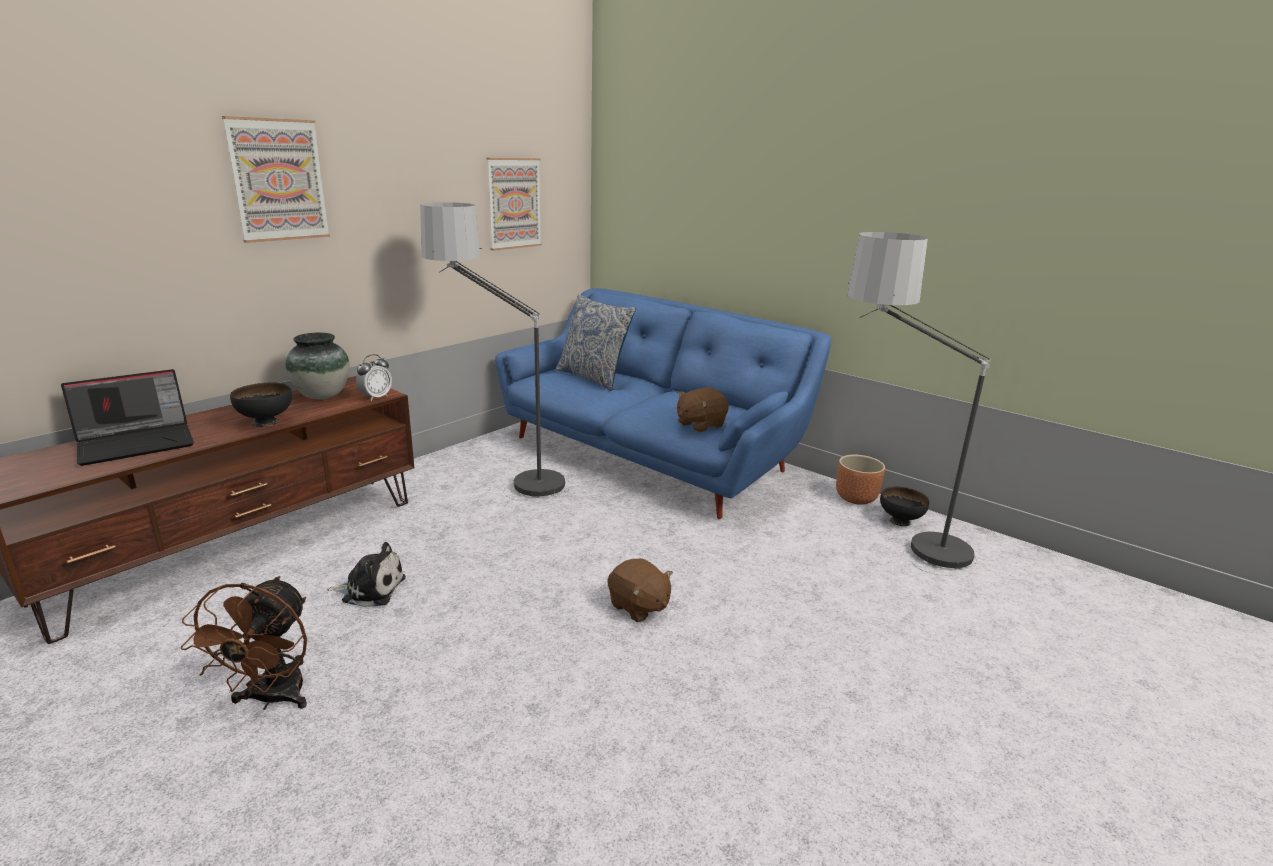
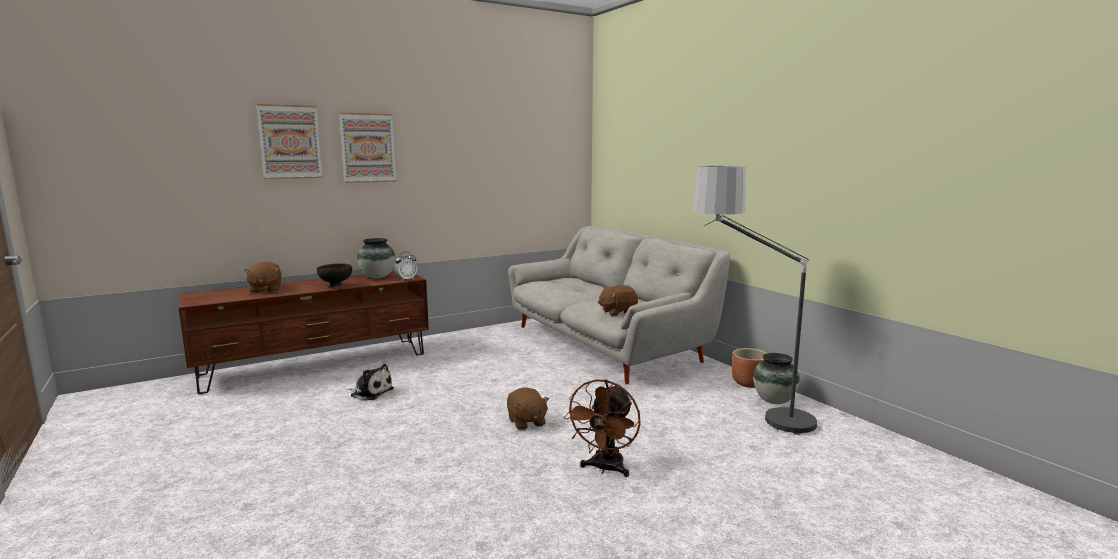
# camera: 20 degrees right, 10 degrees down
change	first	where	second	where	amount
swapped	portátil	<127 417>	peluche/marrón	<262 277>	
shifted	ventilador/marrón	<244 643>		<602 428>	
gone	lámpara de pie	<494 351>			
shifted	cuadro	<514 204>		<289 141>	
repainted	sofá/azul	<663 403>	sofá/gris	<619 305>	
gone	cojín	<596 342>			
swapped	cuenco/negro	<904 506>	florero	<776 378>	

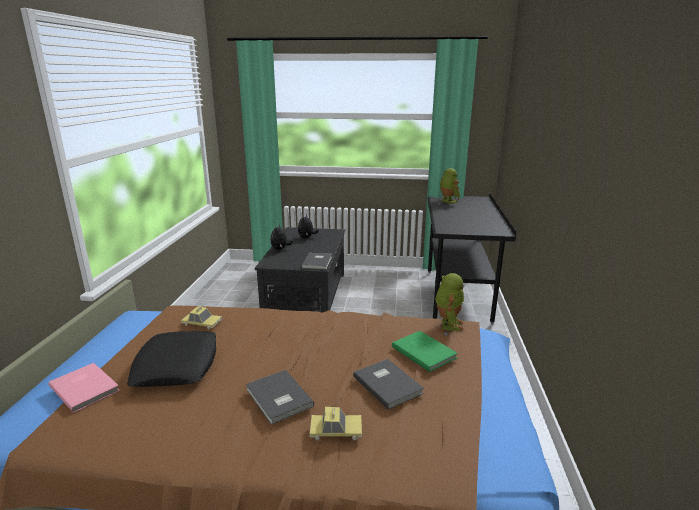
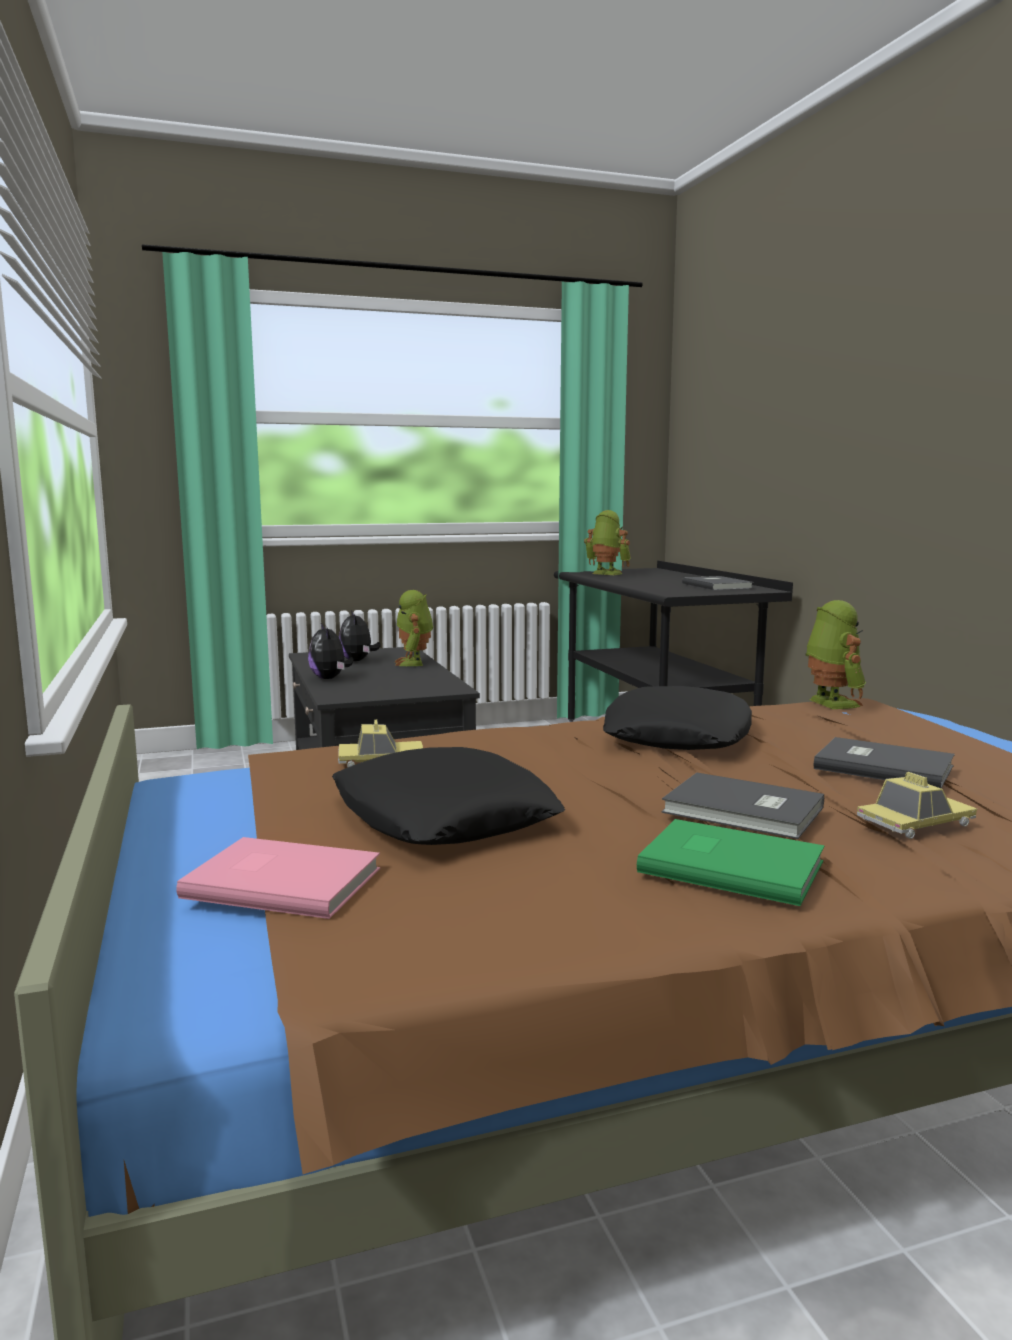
# camera: 25 degrees left, 10 degrees down
change	first	where	second	where	amount
shifted	libro/gris	<316 261>		<718 583>	
shifted	libro/verde	<425 351>		<730 862>	
new			robot de juguete	<414 628>	
new			cojín/negro	<677 718>	

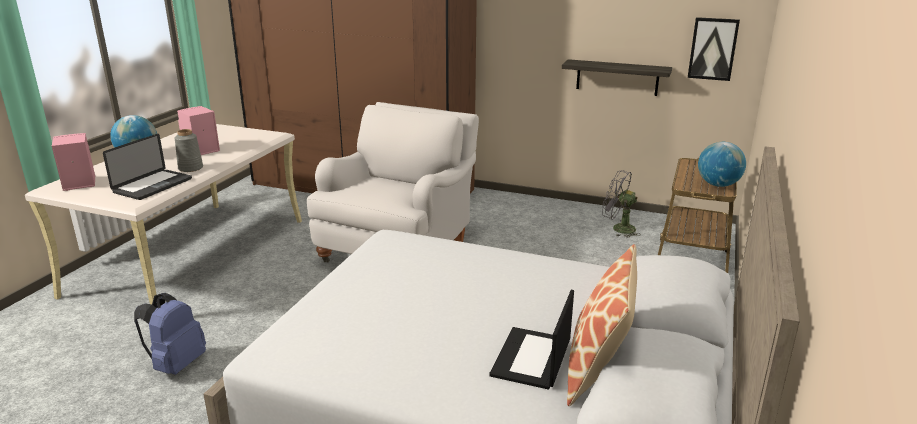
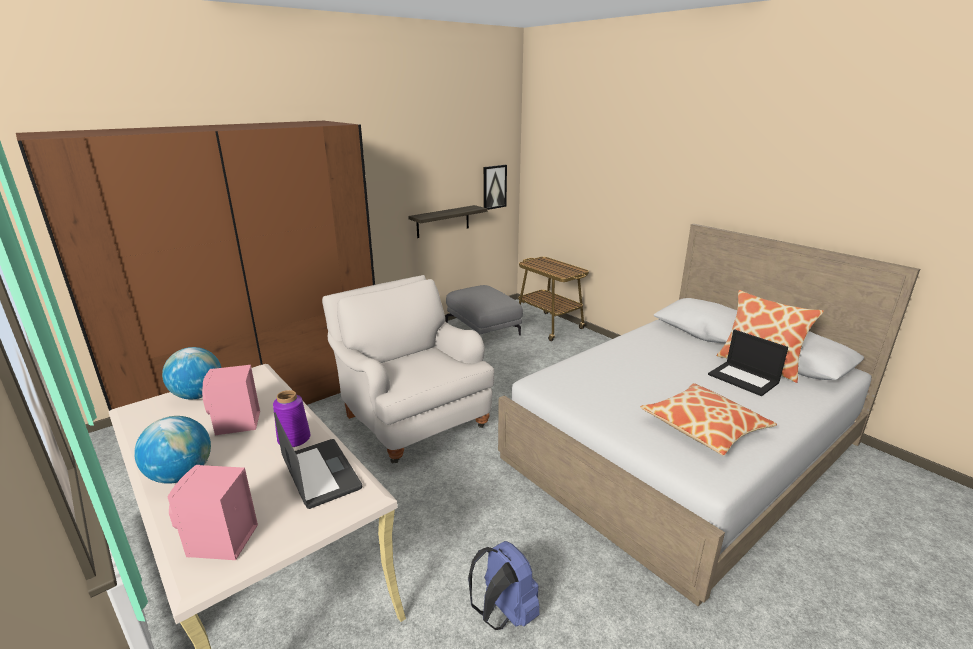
# camera: 60 degrees left, 0 degrees up
change	first	where	second	where	amount
repainted	florero/gris	<189 150>	florero/morado	<291 418>	
swapped	ventilador/gris	<621 204>	puf/gris	<484 310>	
shifted	globo terráqueo	<722 164>		<191 373>	
new			cojín	<708 419>	

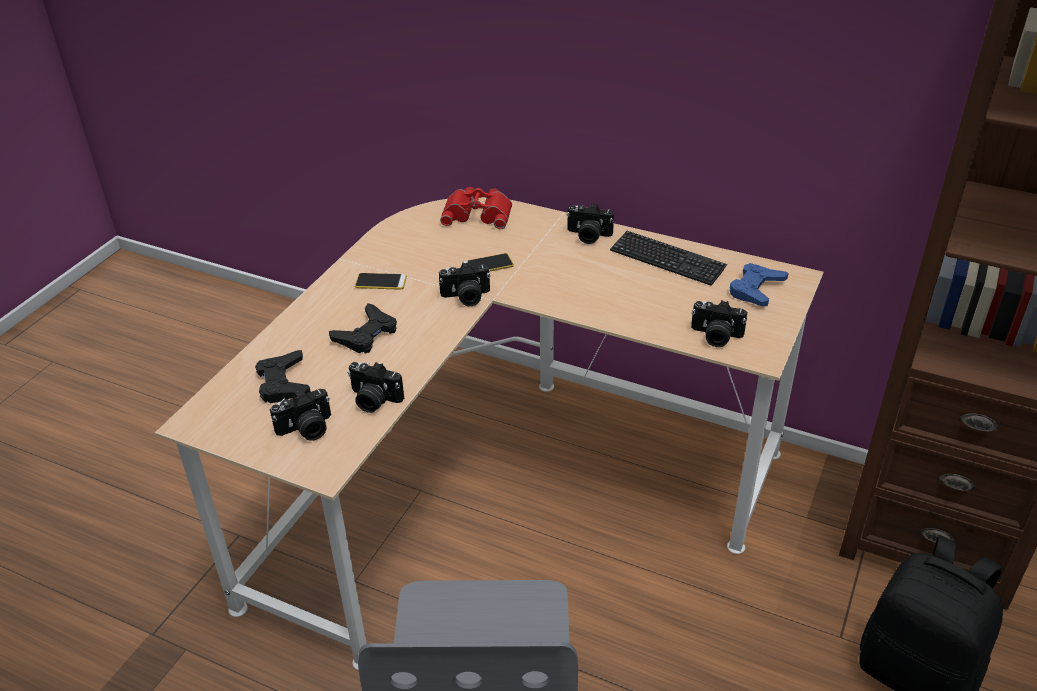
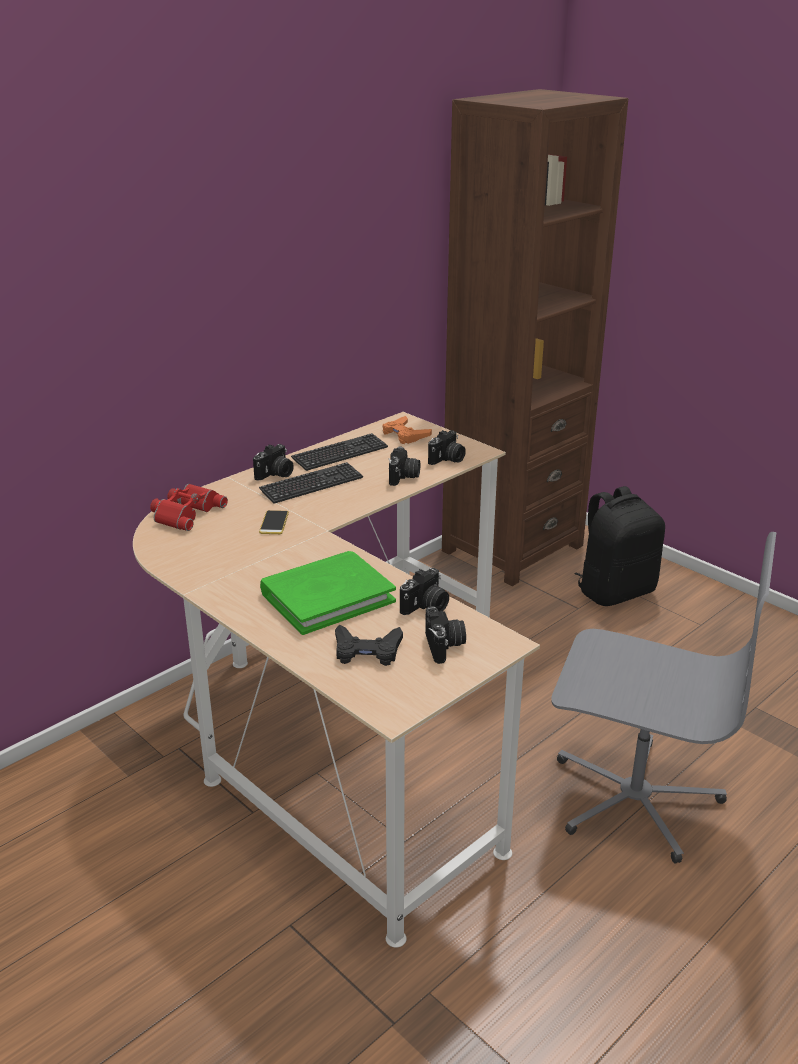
# camera: 70 degrees left, 10 degrees down
change	first	where	second	where	amount
swapped	mando de consola/negro	<363 328>	libro/verde	<328 593>	
gone	móvil	<381 281>			
shifted	cámara	<464 284>		<404 466>	
repainted	mando de consola/azul	<759 284>	mando de consola/naranja	<407 430>	
new			teclado	<311 483>	

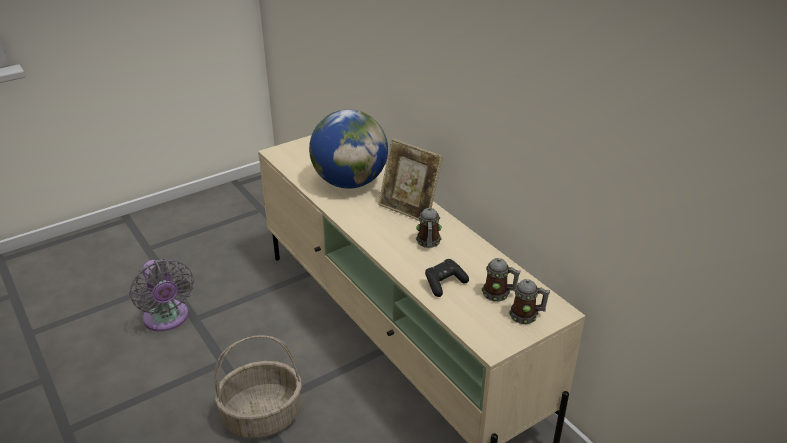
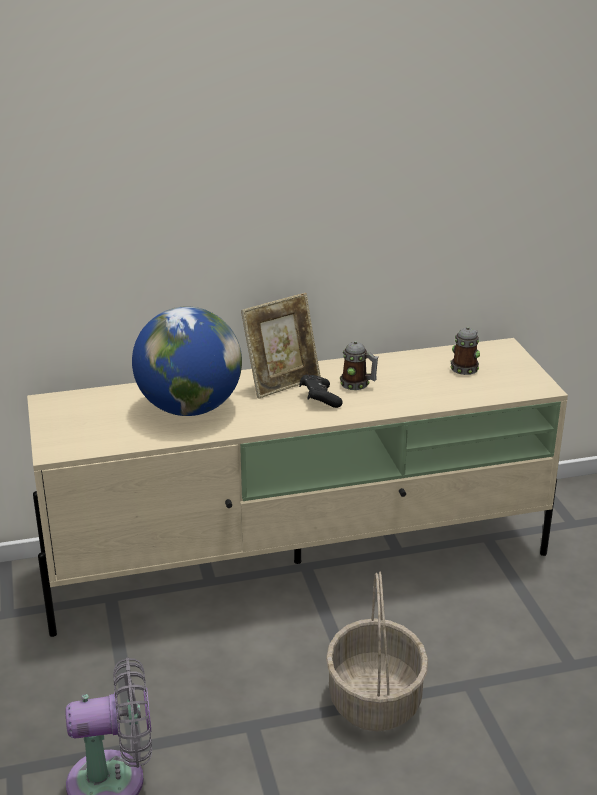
# camera: 70 degrees left, 5 degrees down
change	first	where	second	where	amount
shifted	mando de consola/negro	<447 278>		<321 391>	
gone	taza grande	<529 301>			

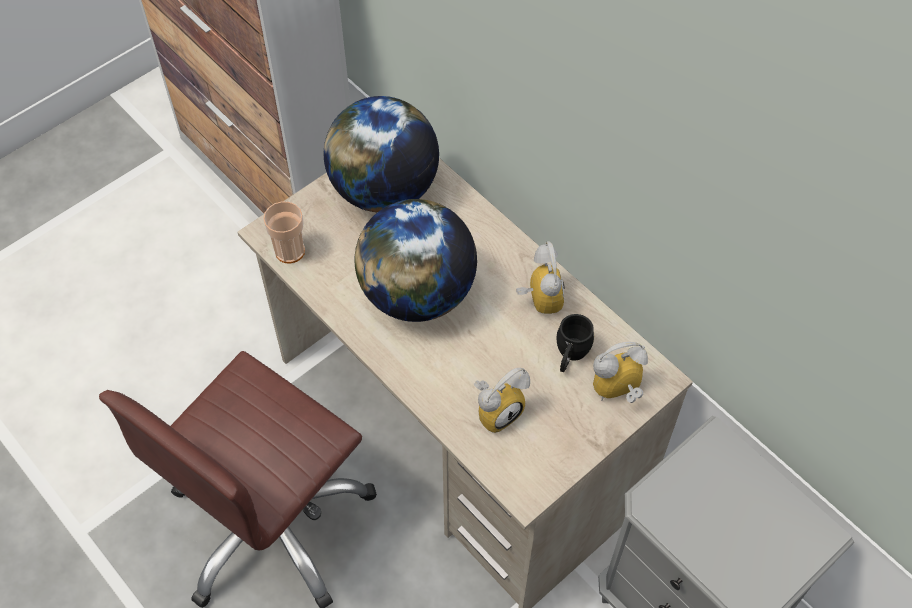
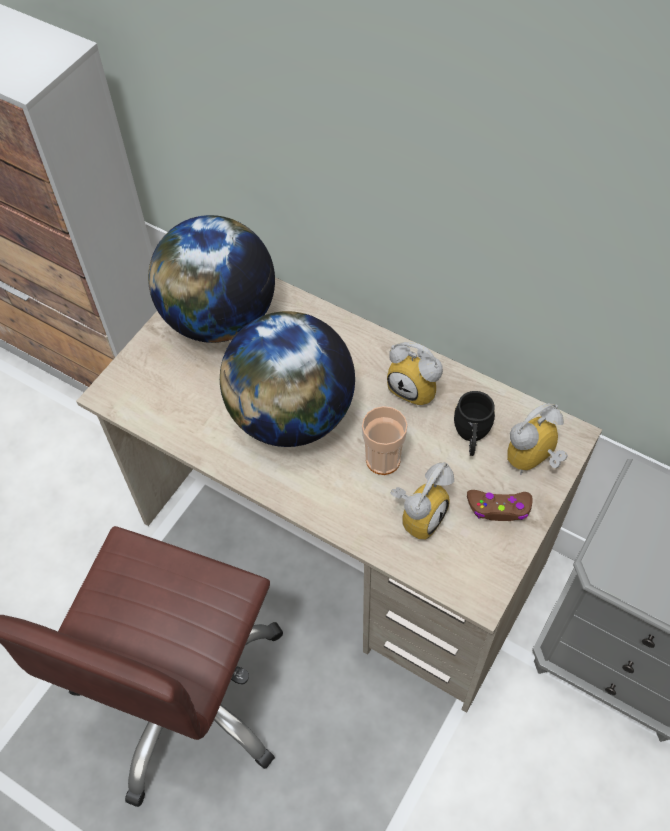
# camera: 15 degrees left, 0 degrees up
change	first	where	second	where	amount
shifted	taza	<284 232>		<385 440>	
rotated	despertador	<540 277>		<415 374>	150 degrees clockwise
new			mando de consola/marrón	<500 505>	

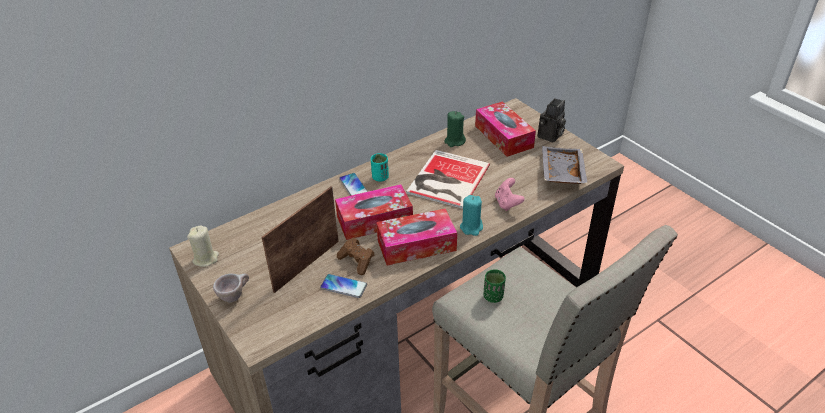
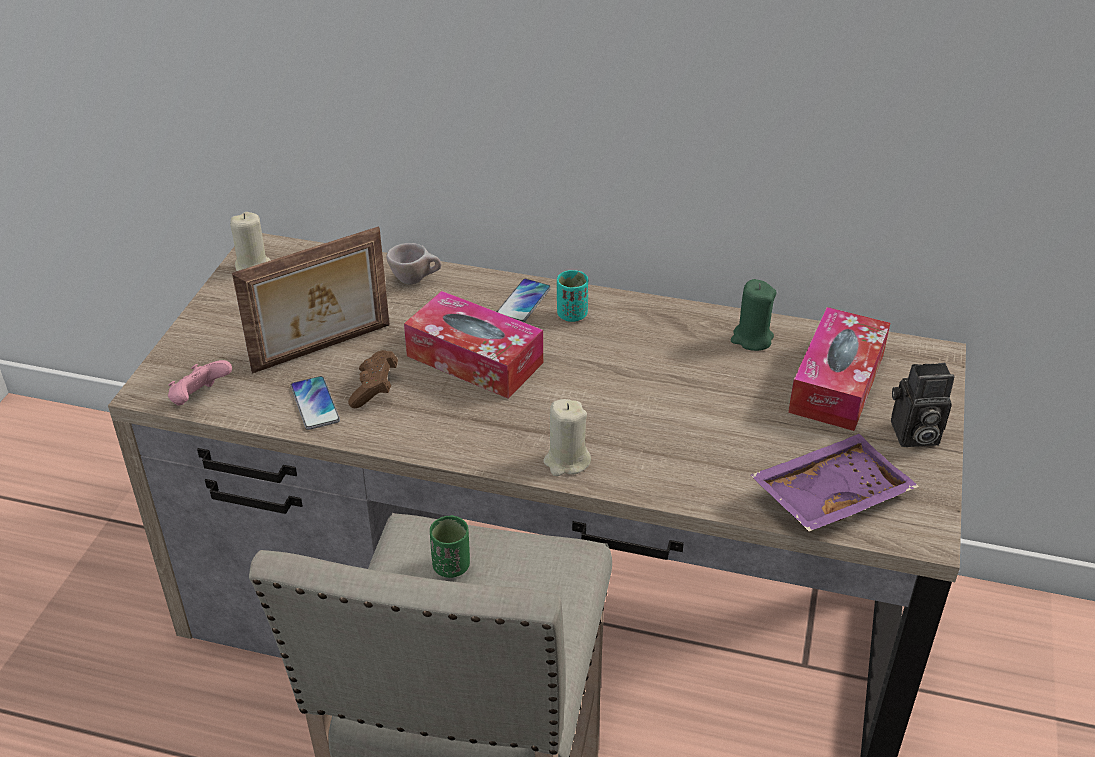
# camera: 50 degrees right, 0 degrees up
change	first	where	second	where	amount
shifted	taza/beis	<231 287>		<413 263>	
rotated	portarretratos	<300 240>		<311 300>	150 degrees clockwise
gone	caja de pañuelos	<416 237>			
gone	libro	<448 179>			
repainted	vela/turquesa	<471 215>	vela/beis	<567 437>	
shifted	mando de consola/rosa	<510 194>		<200 382>	
repainted	bandeja/gris	<565 165>	bandeja/morado	<834 482>	

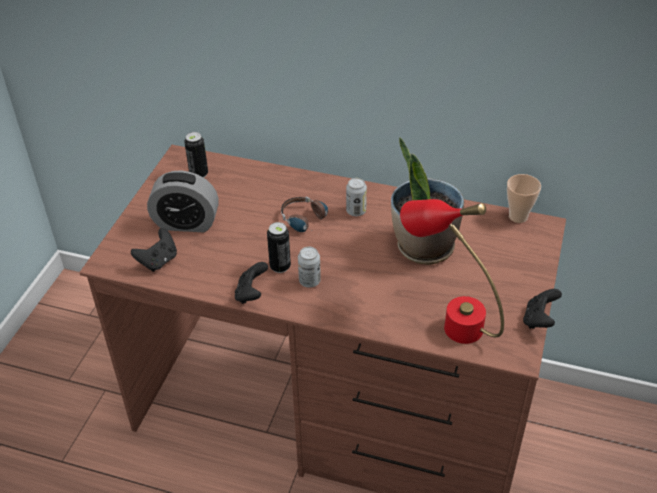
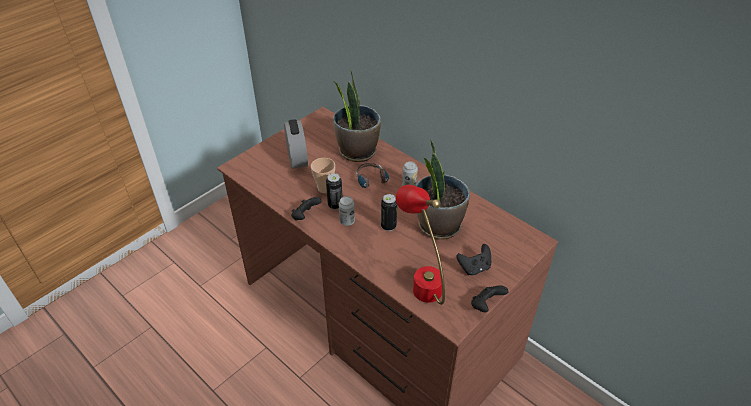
# camera: 25 degrees right, 0 degrees up
change	first	where	second	where	amount
shifted	mando de consola/negro	<154 250>		<473 259>	
rotated	despertador	<183 201>		<296 144>	135 degrees counterclockwise
shifted	lata	<196 155>		<389 212>	
shifted	taza	<524 198>		<323 175>	
new			planta en maceta	<357 116>	

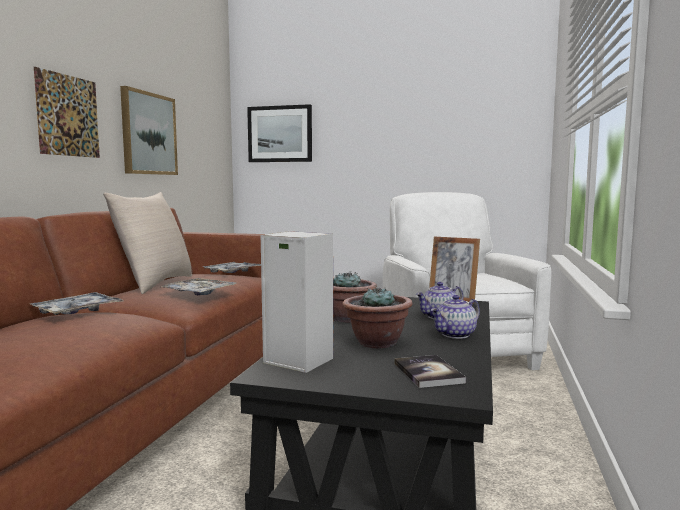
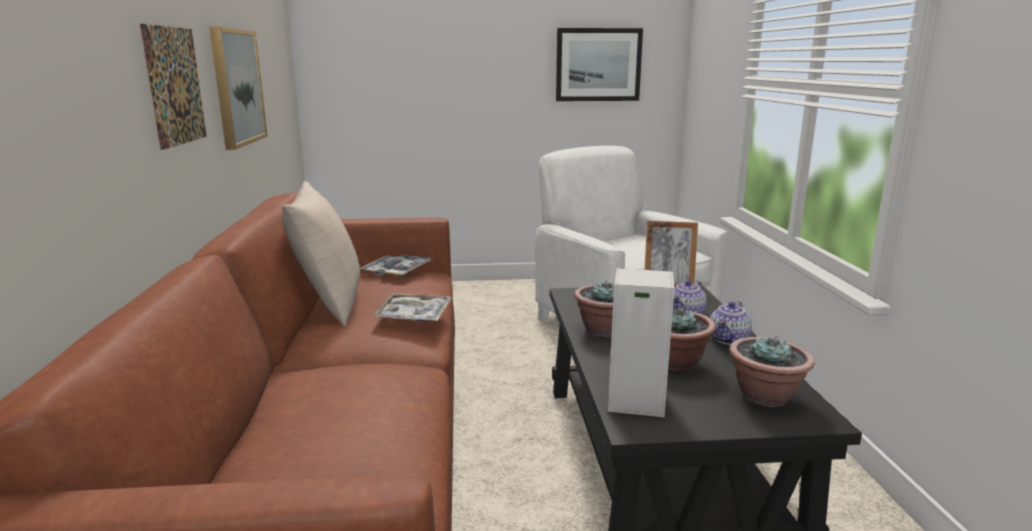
# camera: 20 degrees left, 10 degrees up
change	first	where	second	where	amount
gone	bandeja	<77 303>			
shifted	cuadro	<279 133>		<599 64>	
swapped	libro	<430 371>	planta en maceta	<772 371>	

